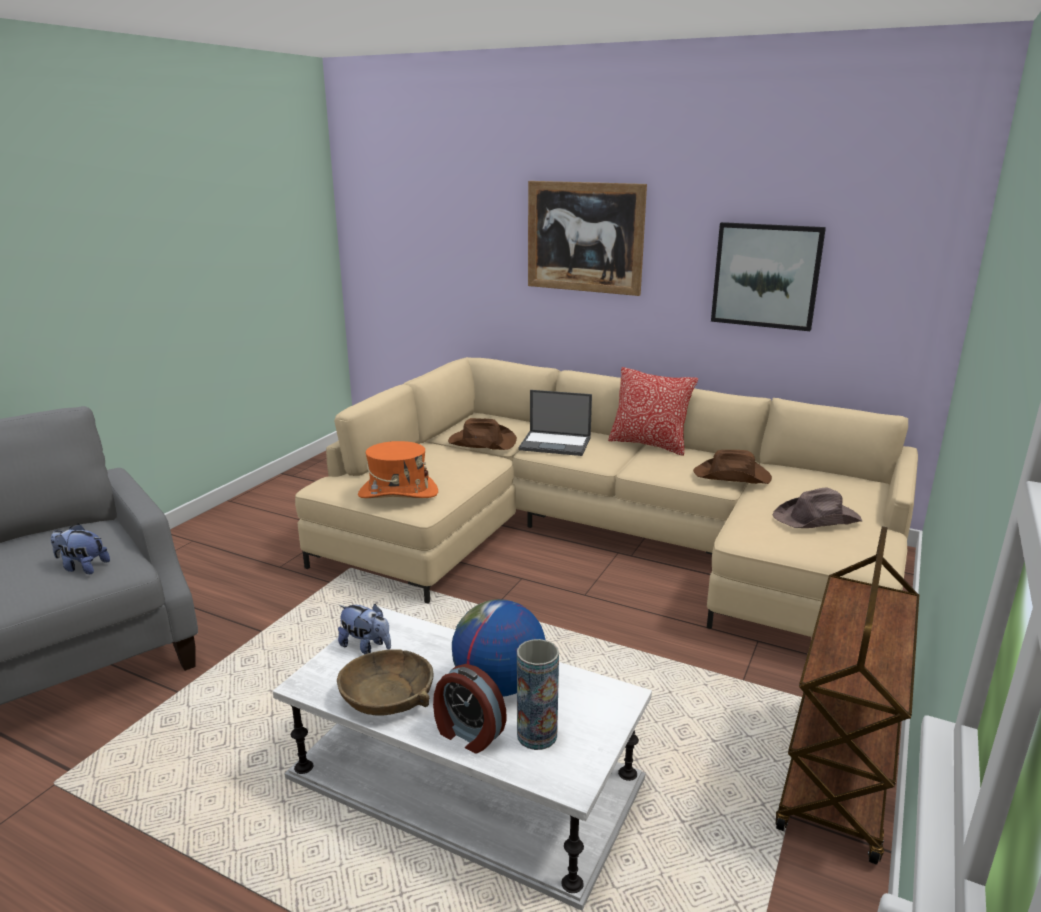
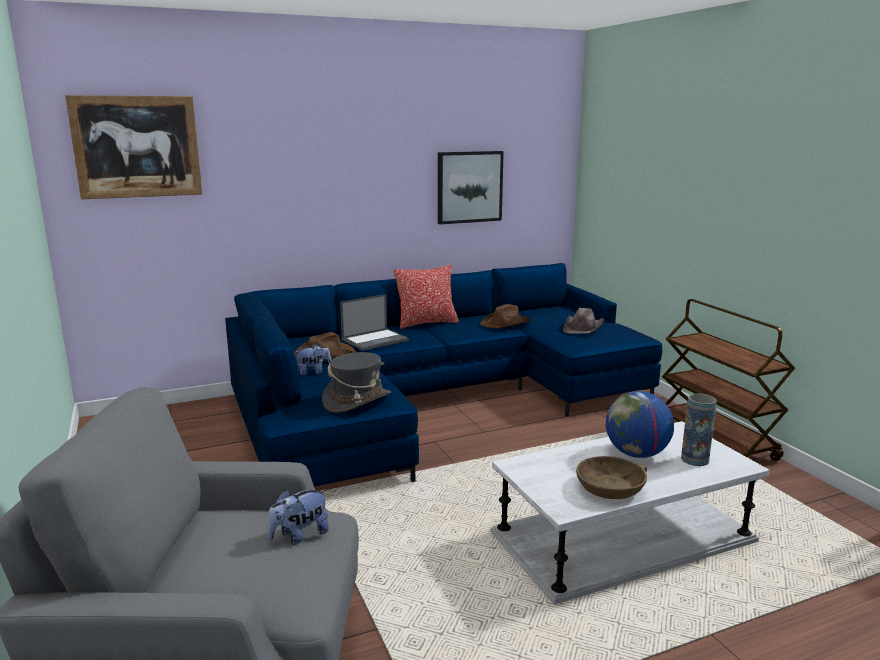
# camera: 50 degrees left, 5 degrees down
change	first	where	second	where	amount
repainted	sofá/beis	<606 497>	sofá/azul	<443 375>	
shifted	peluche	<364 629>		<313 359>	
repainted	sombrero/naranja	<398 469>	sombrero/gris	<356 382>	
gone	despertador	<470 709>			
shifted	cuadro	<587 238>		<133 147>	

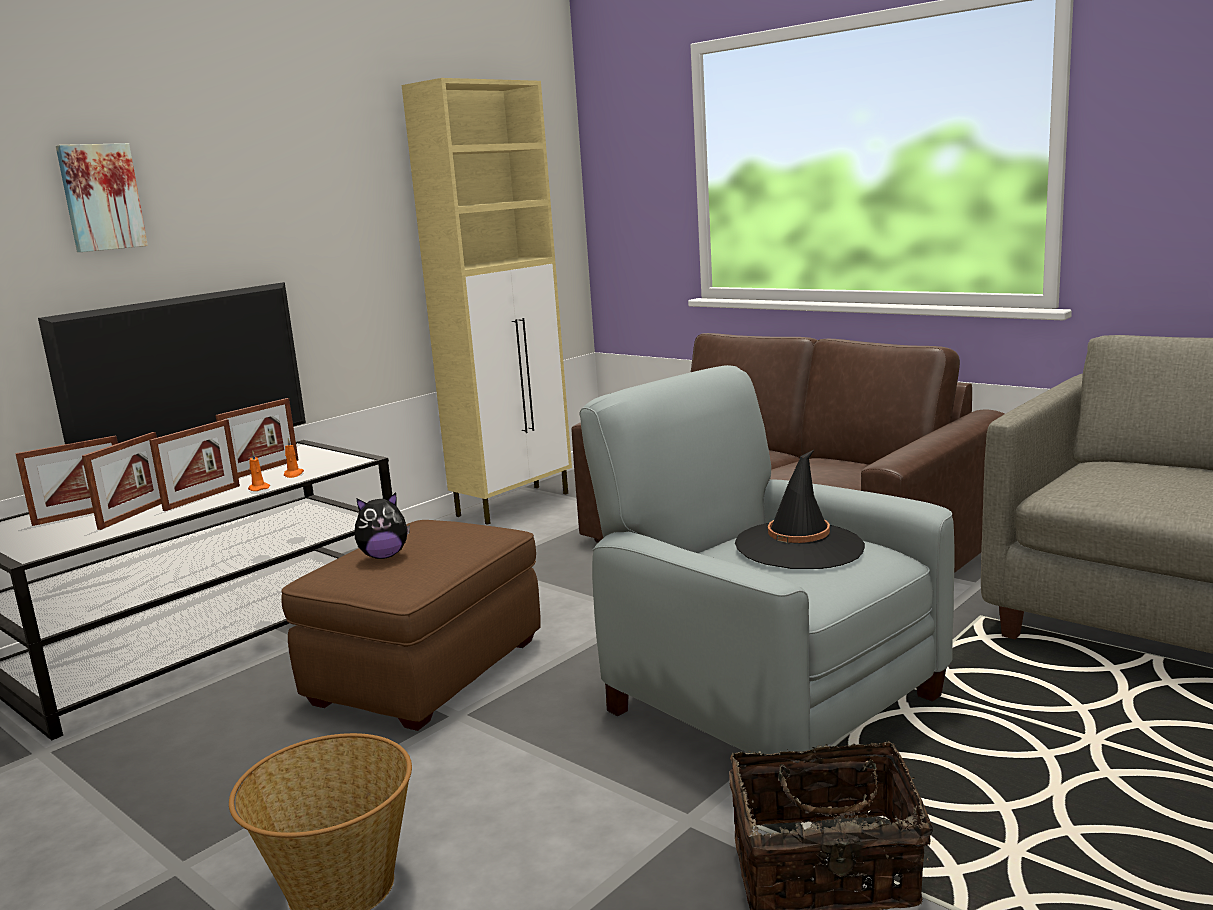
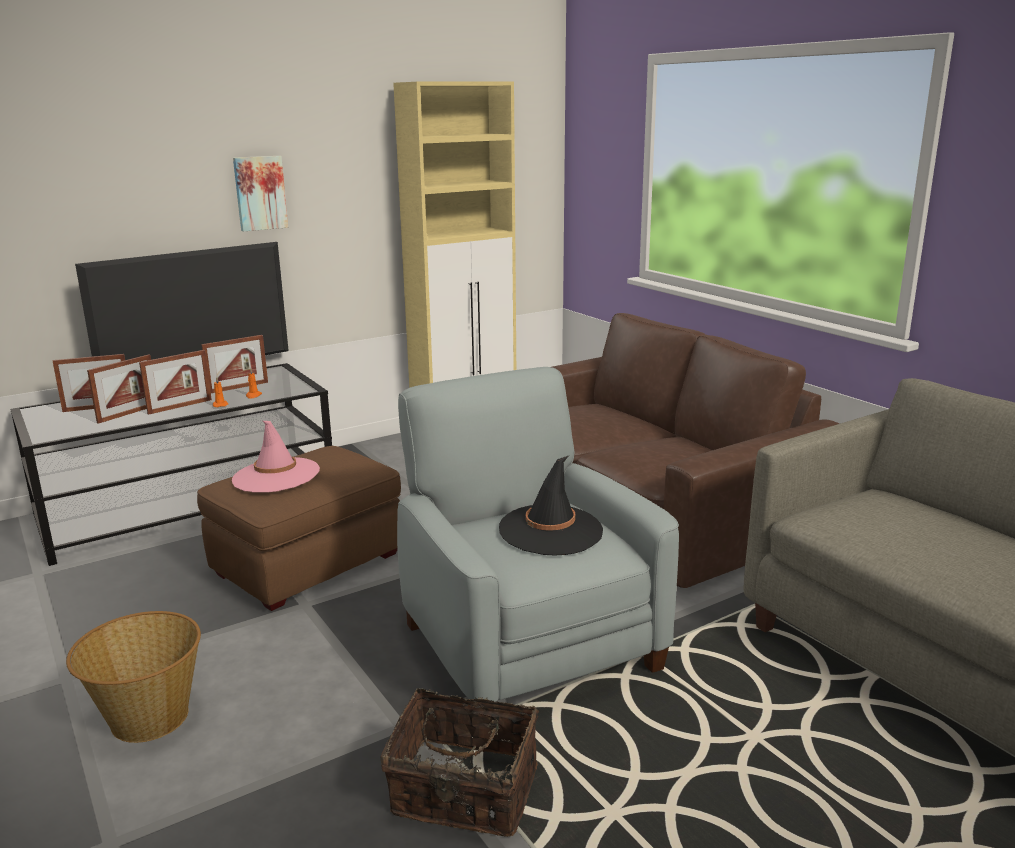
# camera: 15 degrees right, 5 degrees up
change	first	where	second	where	amount
shifted	cuadro	<102 197>		<260 193>	
swapped	peluche	<382 525>	sombrero/rosa	<276 456>	

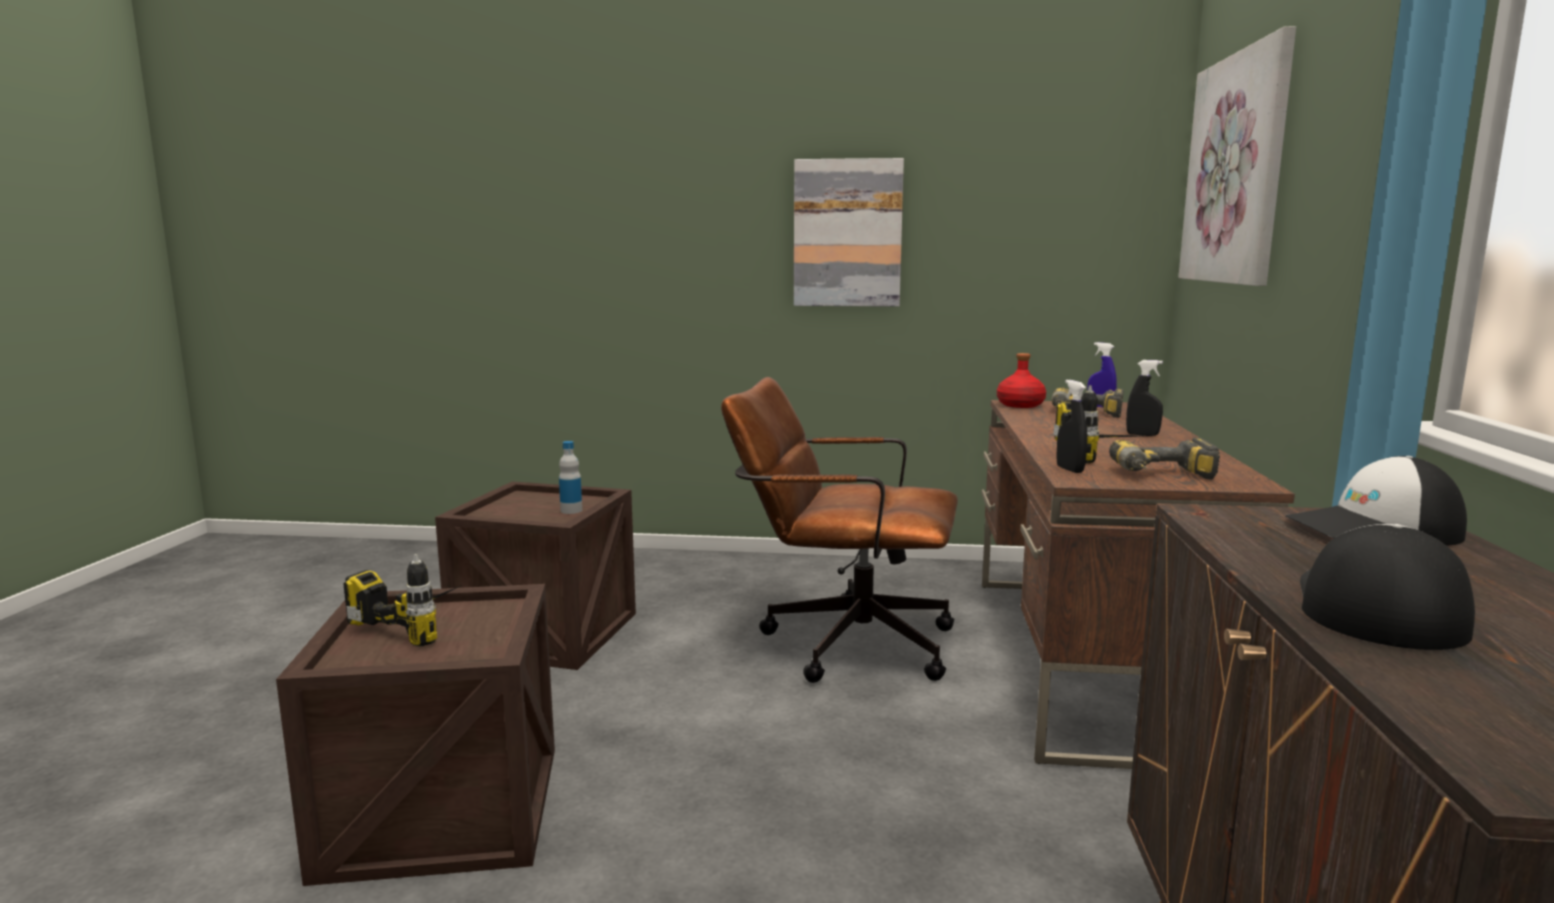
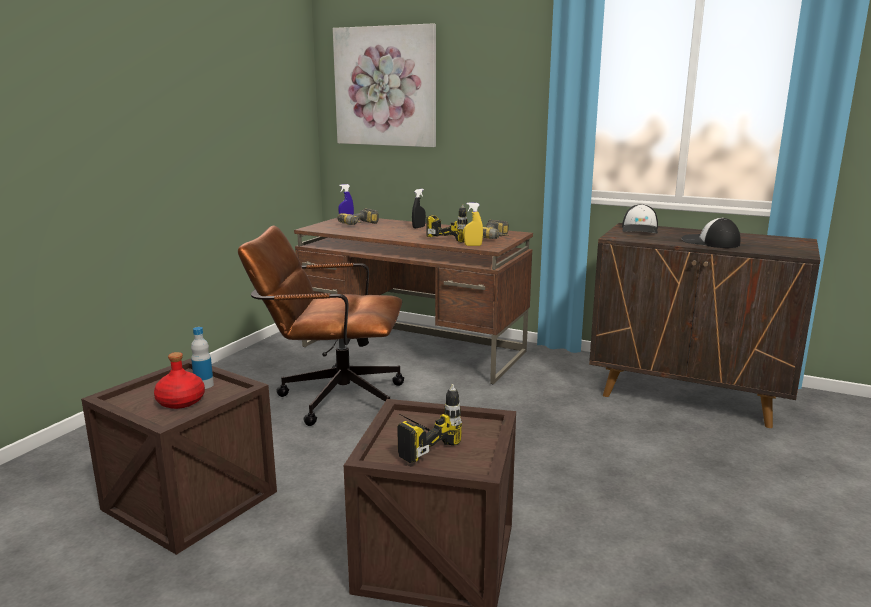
# camera: 70 degrees left, 5 degrees up
change	first	where	second	where	amount
rotated	silla de oficina/marrón	<839 530>		<321 325>	60 degrees clockwise
gone	cuadro	<849 232>			
shifted	botella/rojo	<1021 380>		<179 380>	
repainted	pulverizador/negro	<1072 426>	pulverizador/amarillo	<473 224>	

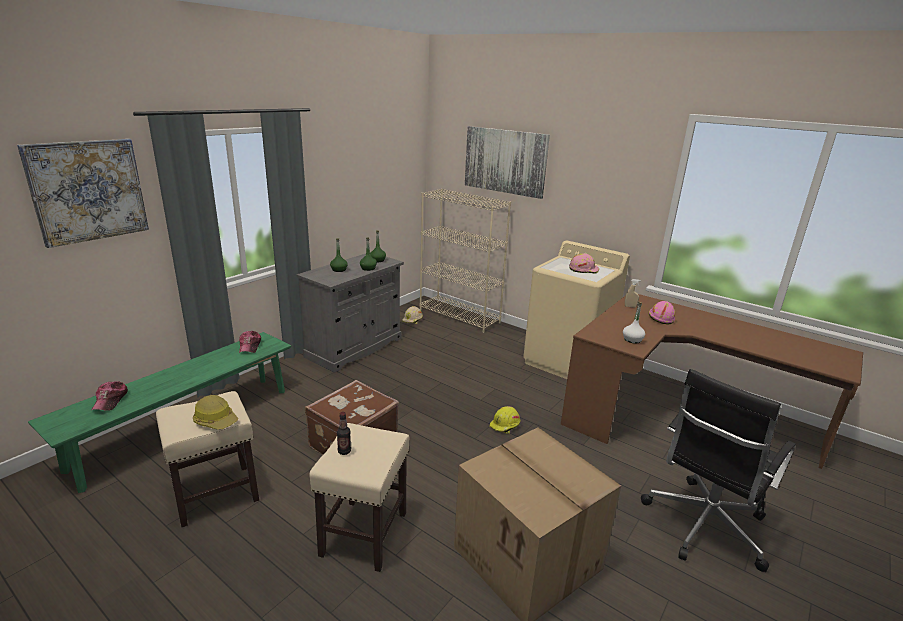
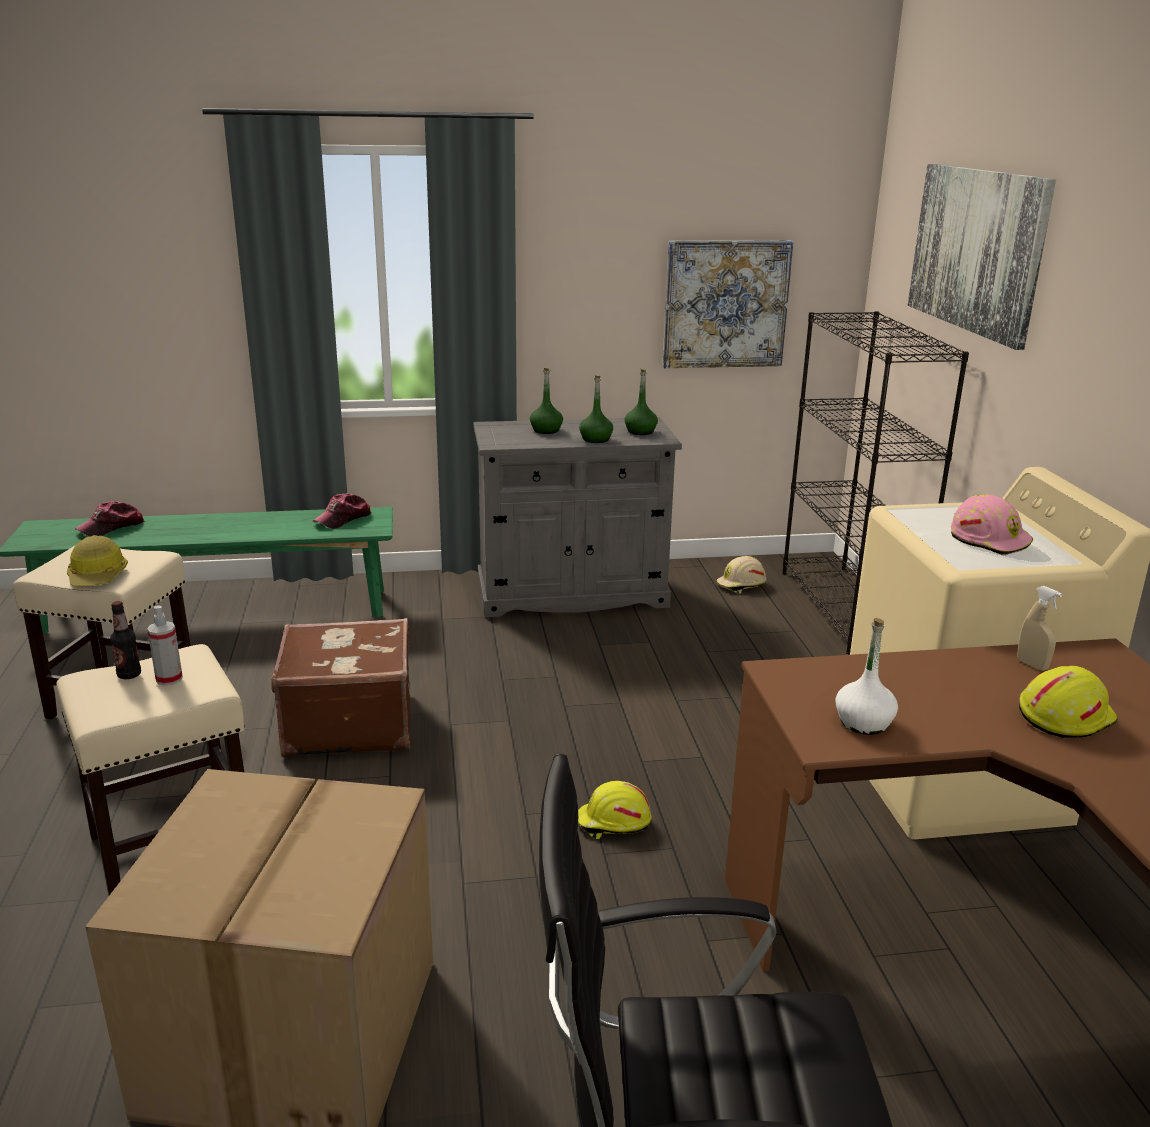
# camera: 45 degrees right, 0 degrees up
change	first	where	second	where	amount
shifted	cuadro	<83 193>		<728 304>	
repainted	estantería/beis	<465 261>	estantería/negro	<875 482>	
repainted	casco/rosa	<661 312>	casco/amarillo	<1068 702>	
new			pulverizador	<165 645>	

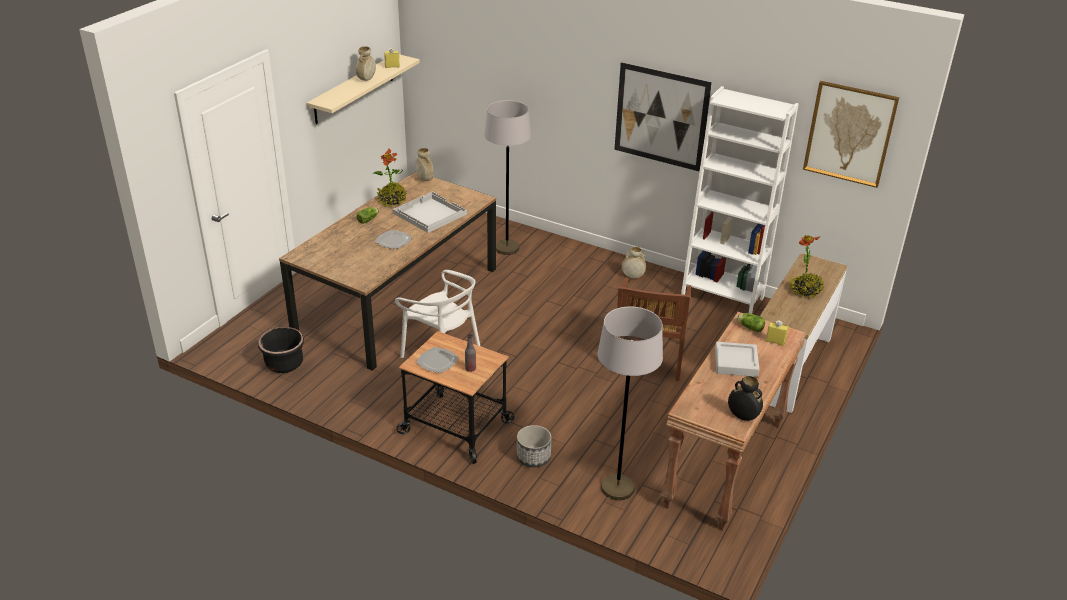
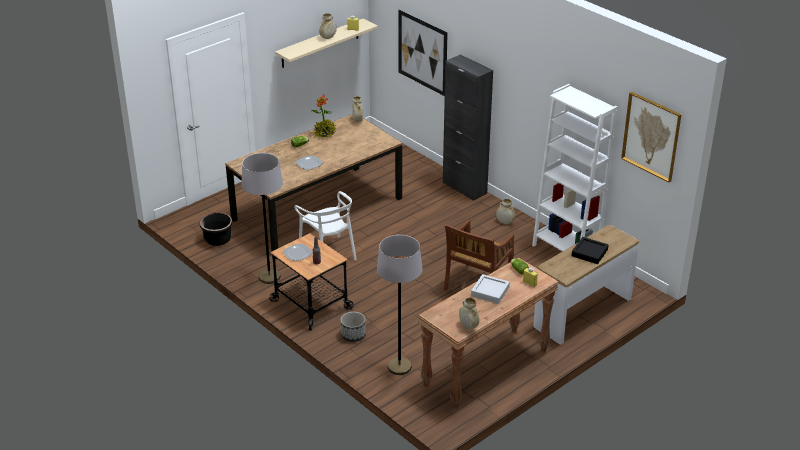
# camera: 20 degrees right, 0 degrees up
change	first	where	second	where	amount
gone	bandeja/blanco	<430 212>			
shifted	lámpara de pie/gris	<507 177>		<262 218>	
shifted	cuadro	<663 117>		<423 53>	
repainted	florero/negro	<745 398>	florero/beis	<469 314>	
swapped	planta en maceta	<806 267>	bandeja/negro	<589 250>	
new			armario/negro	<468 127>	

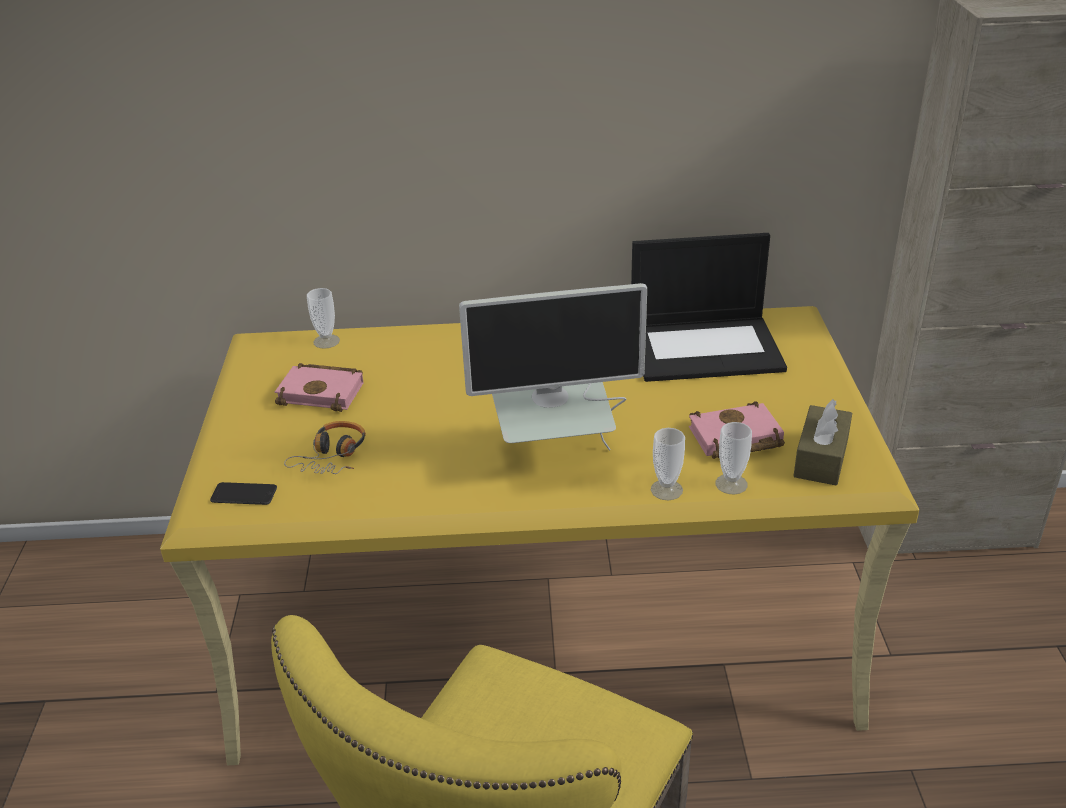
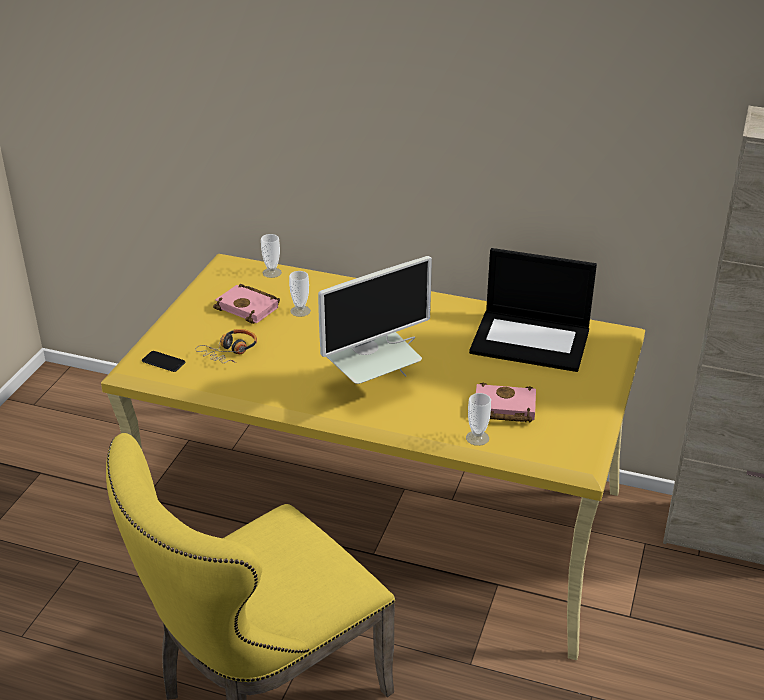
# camera: 20 degrees right, 0 degrees up
change	first	where	second	where	amount
rotated	monitor	<553 367>		<375 320>	45 degrees counterclockwise
shifted	taza	<668 464>		<300 294>	
gone	caja de pañuelos/marrón	<822 442>			

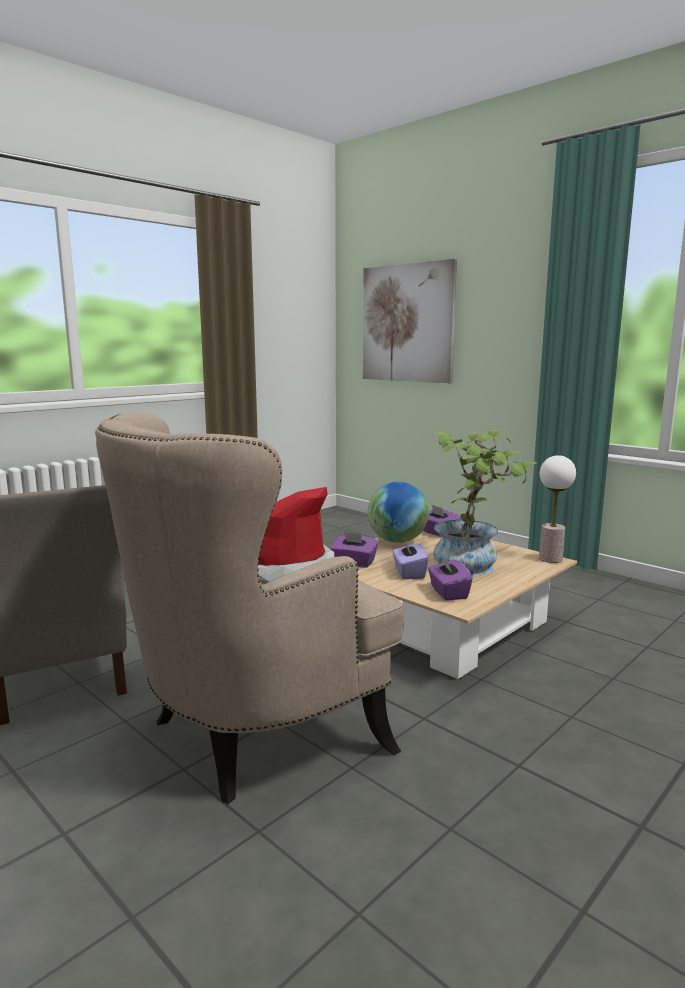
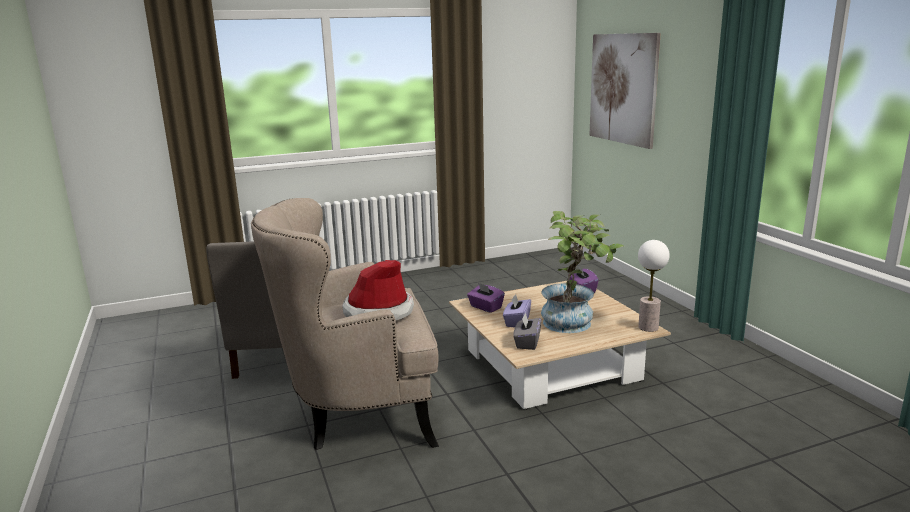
# camera: 25 degrees right, 5 degrees up
change	first	where	second	where	amount
gone	globo terráqueo	<398 512>			
repainted	caja de pañuelos/morado	<450 577>	caja de pañuelos/gris	<527 331>	

